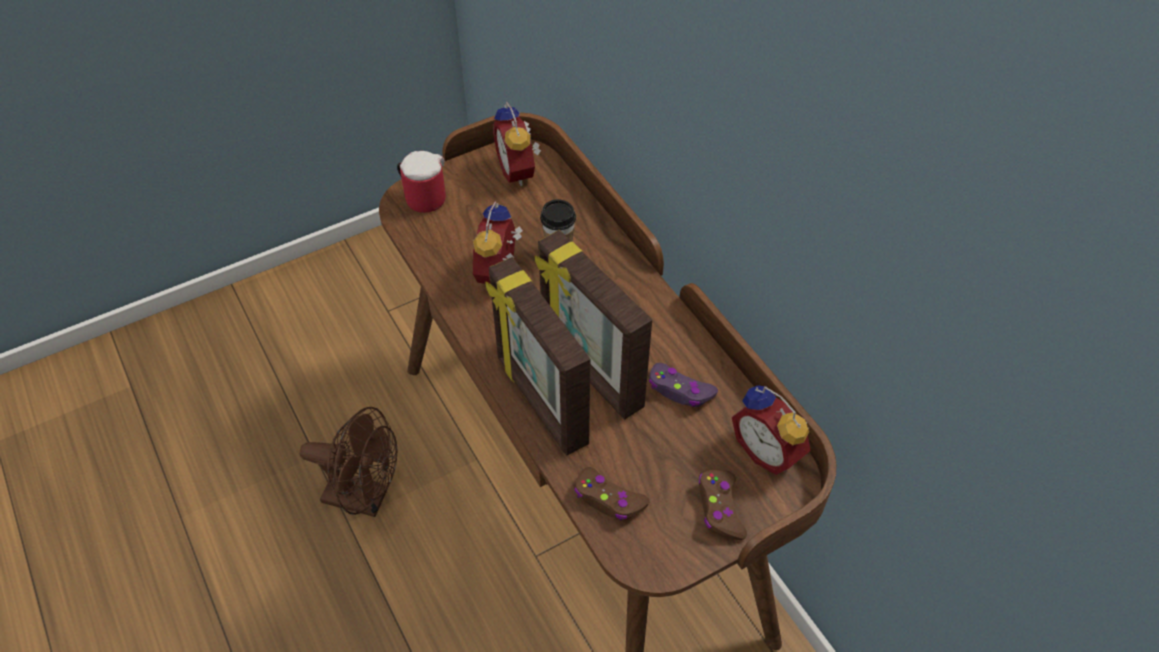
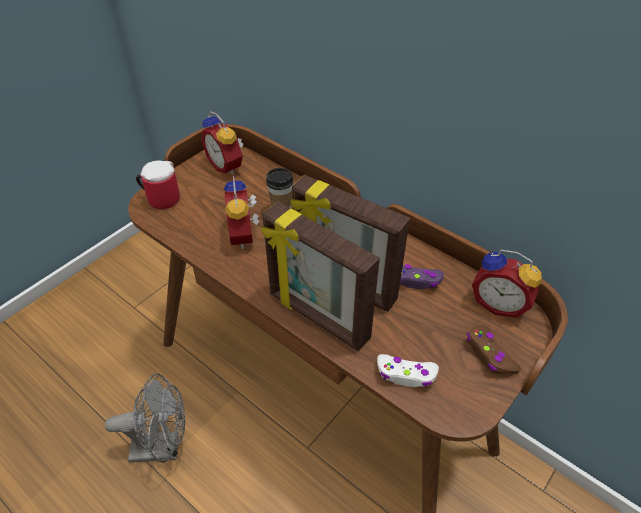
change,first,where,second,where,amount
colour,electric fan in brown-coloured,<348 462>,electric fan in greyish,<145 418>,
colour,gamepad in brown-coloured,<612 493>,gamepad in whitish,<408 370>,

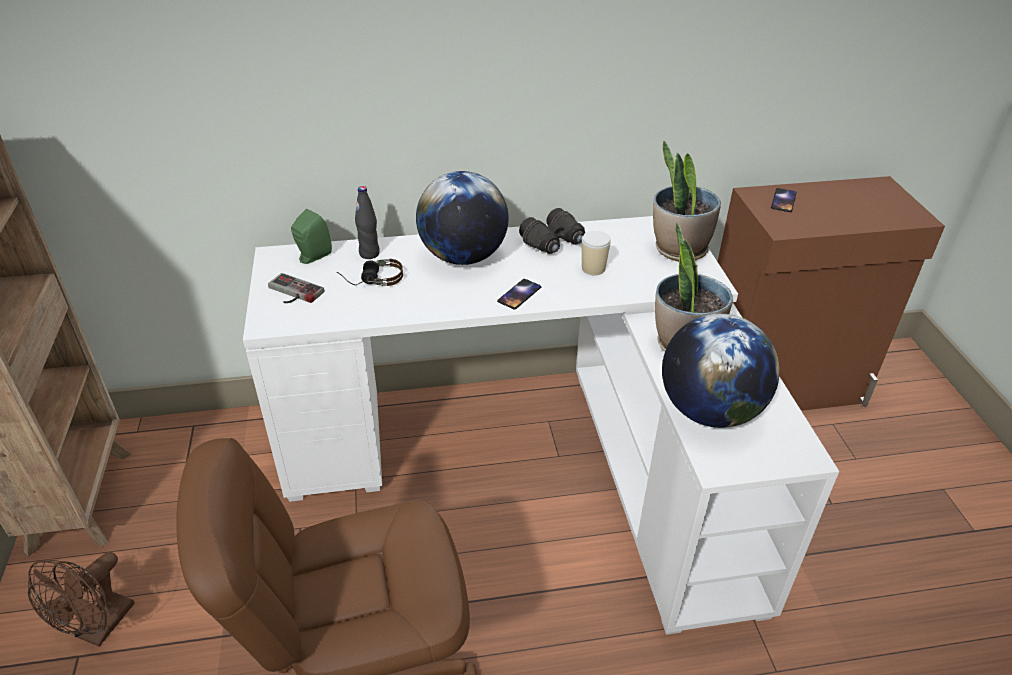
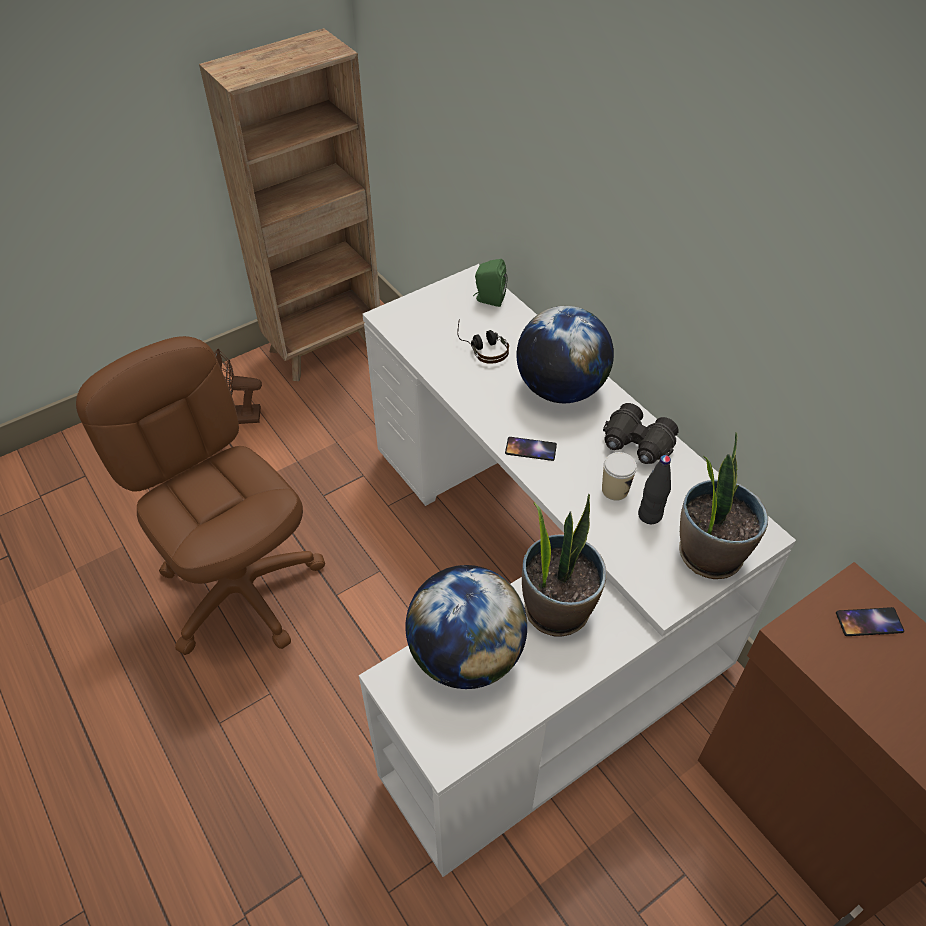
change,first,where,second,where,amount
relocated,drink bottle in black,<367 222>,,<654 489>,
missing,gamepad,<296 288>,,,

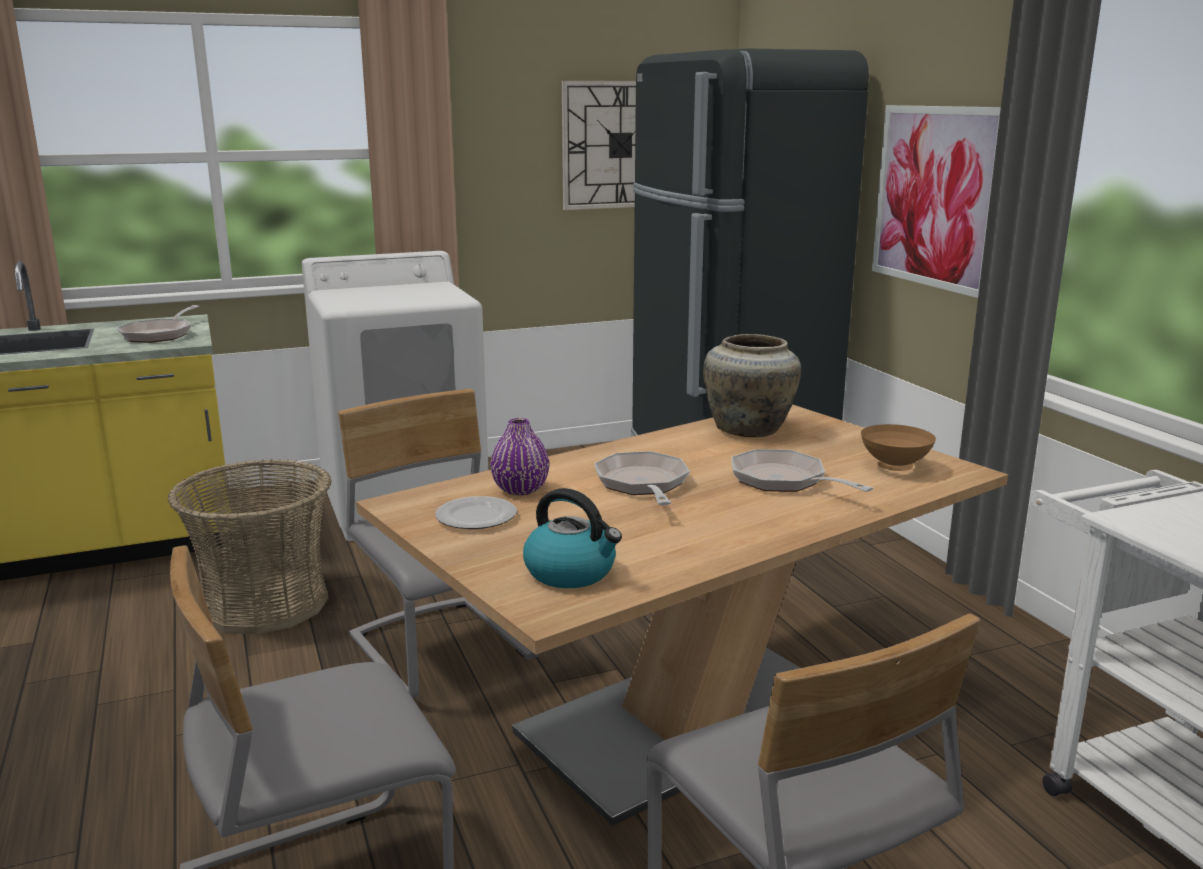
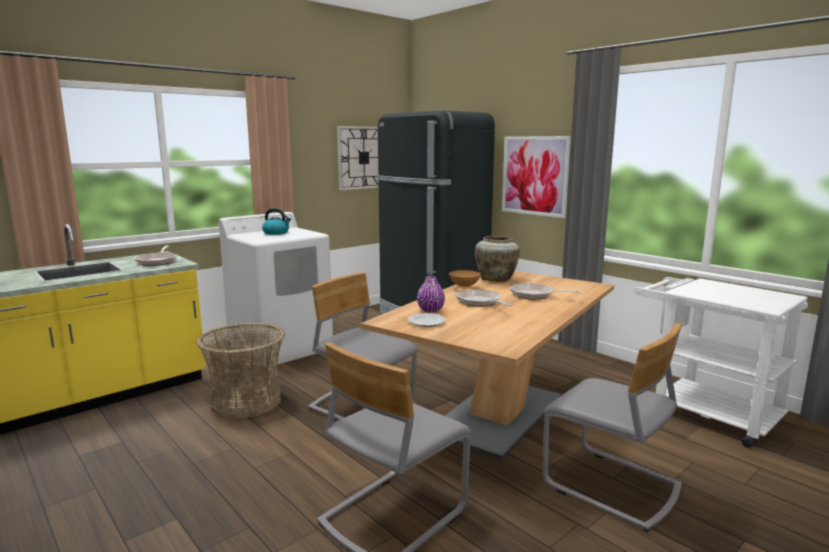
change,first,where,second,where,amount
relocated,kettle,<572 538>,,<276 221>,
relocated,deep dish in brown-coloured,<898 447>,,<465 279>,

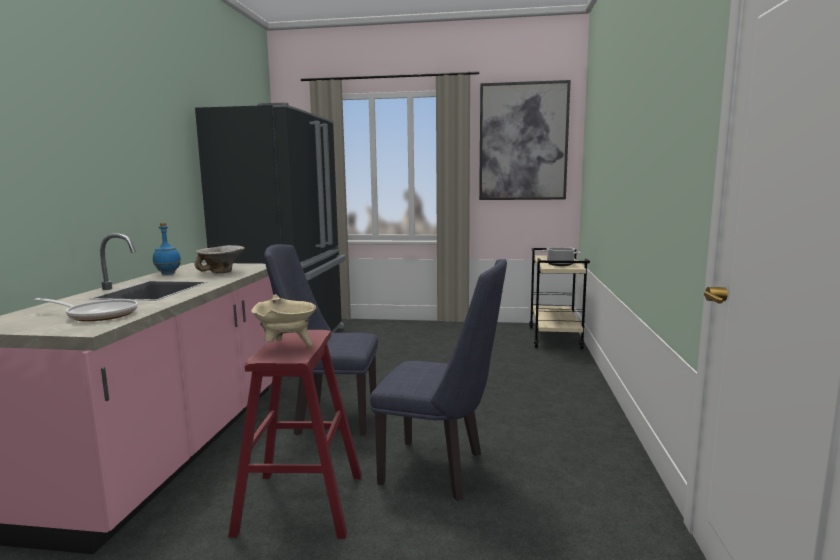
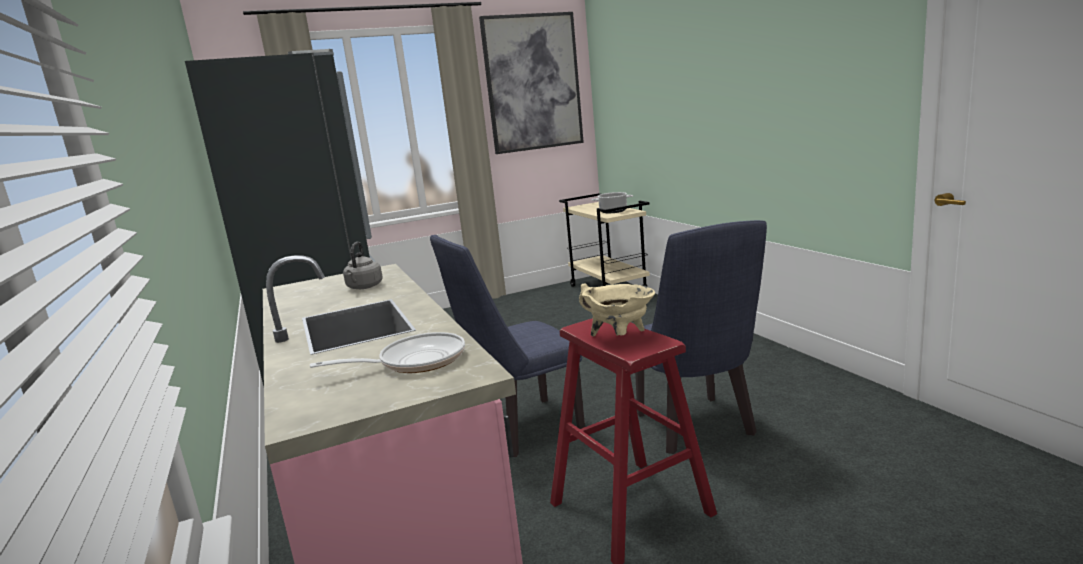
change,first,where,second,where,amount
exchanged,deep dish,<219 259>,kettle in greyish,<363 265>,
spun,chair in bluish,<438 380>,,<701 337>,90 degrees clockwise
missing,drink bottle in bluish,<167 249>,,,

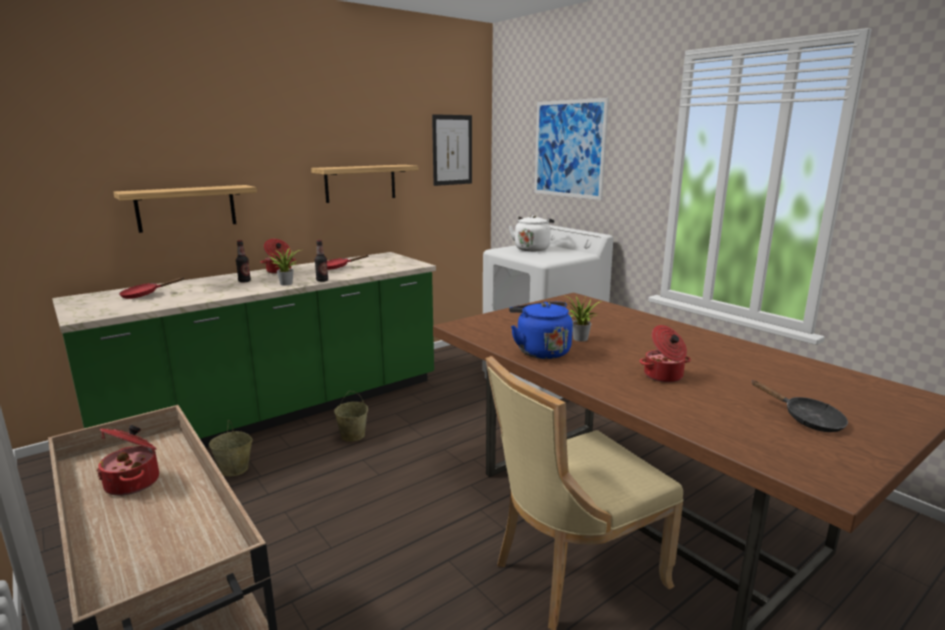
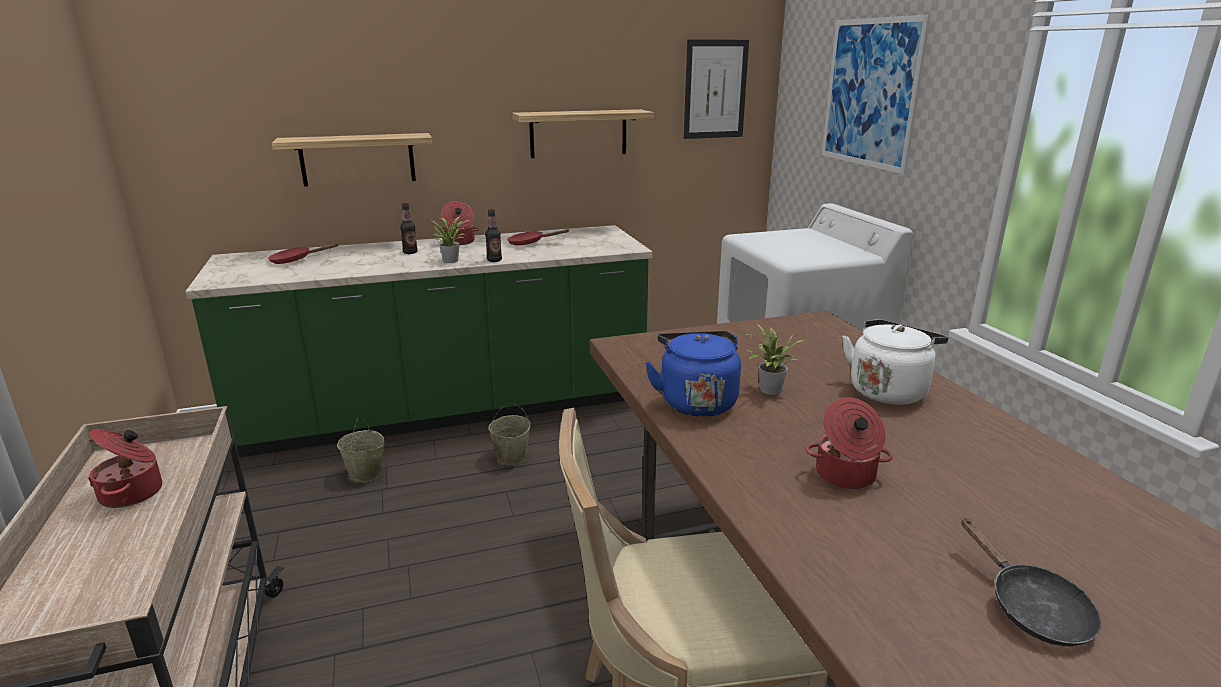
change,first,where,second,where,amount
relocated,kettle in whitish,<531 233>,,<895 362>,

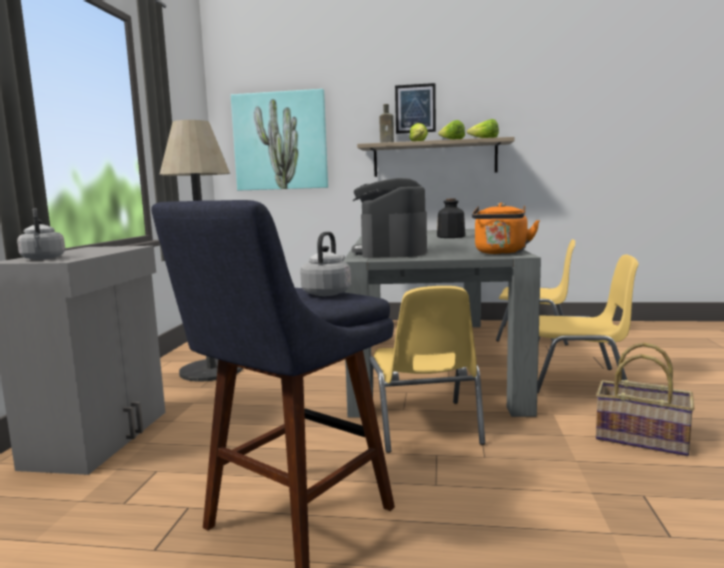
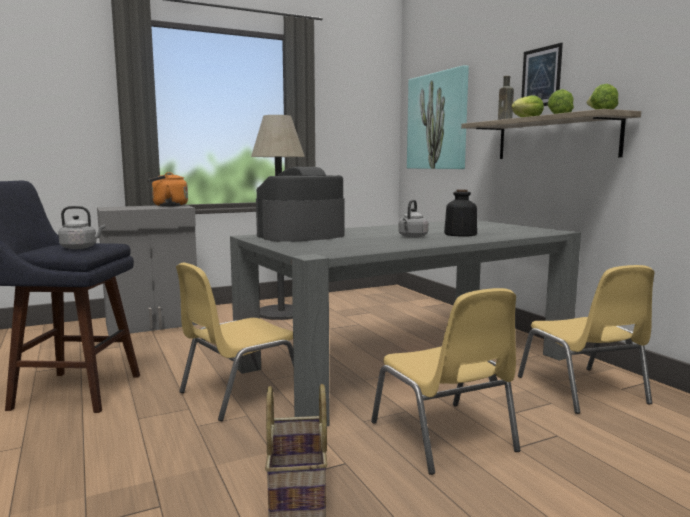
change,first,where,second,where,amount
relocated,kettle in orangey,<506 228>,,<167 189>,
relocated,kettle in greyish,<41 234>,,<413 219>,

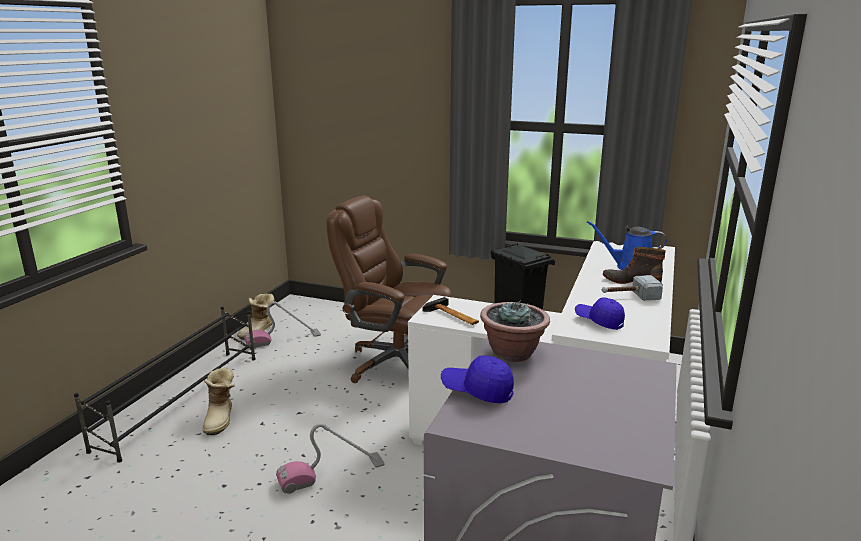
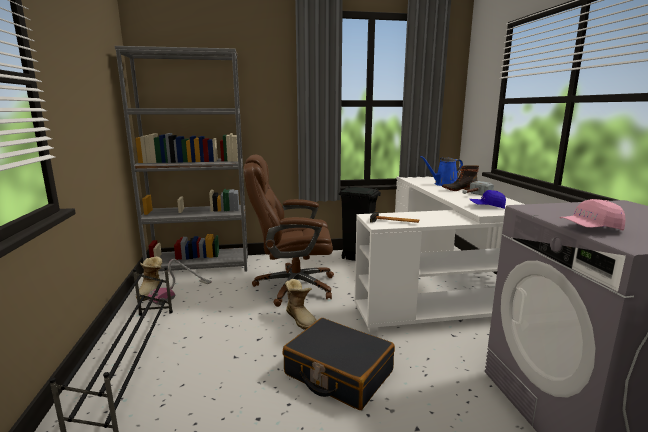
change,first,where,second,where,amount
appeared,,,shelving unit in greyish,<181 159>,
exchanged,hoover,<330 458>,travel case in black,<338 364>,
relocated,high-top boot,<218 401>,,<301 304>,
colour,baseball cap in bluish,<477 379>,baseball cap in pink,<592 214>,
missing,houseplant,<515 331>,,,

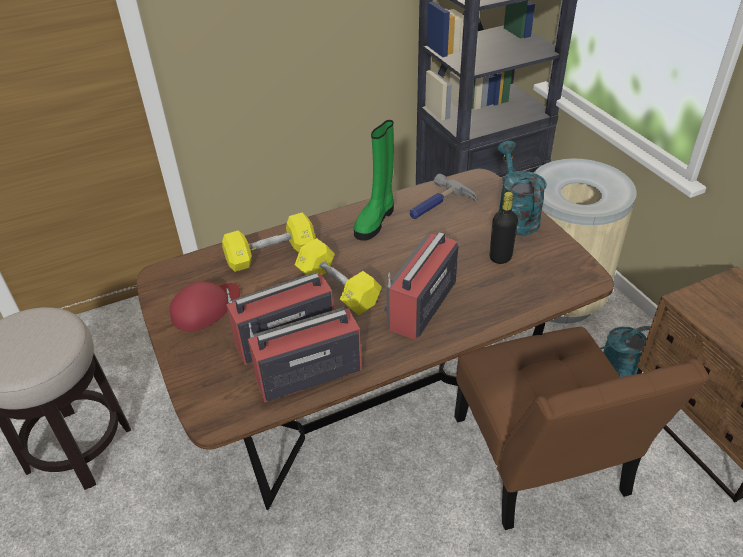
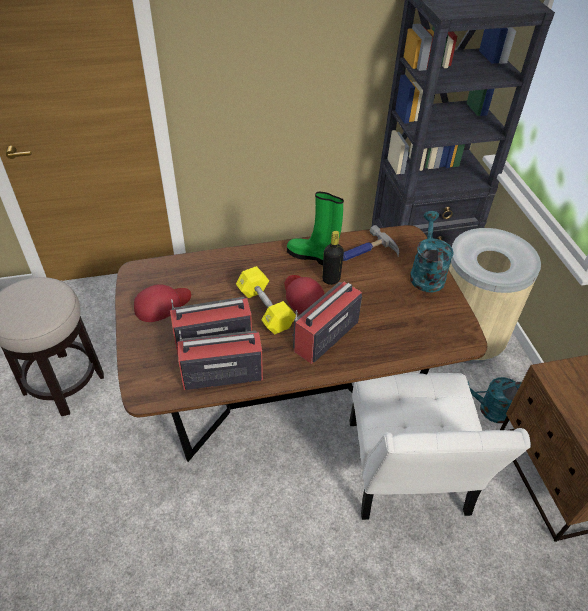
change,first,where,second,where,amount
appeared,,,baseball cap in red,<304 294>,
spun,high-top boot in greenish,<374 180>,,<315 228>,75 degrees clockwise
relocated,drink bottle in black,<504 228>,,<333 258>,
colour,chair in brown-coloured,<581 428>,chair in whitish,<440 446>,
missing,hand weight in yellow,<268 242>,,,

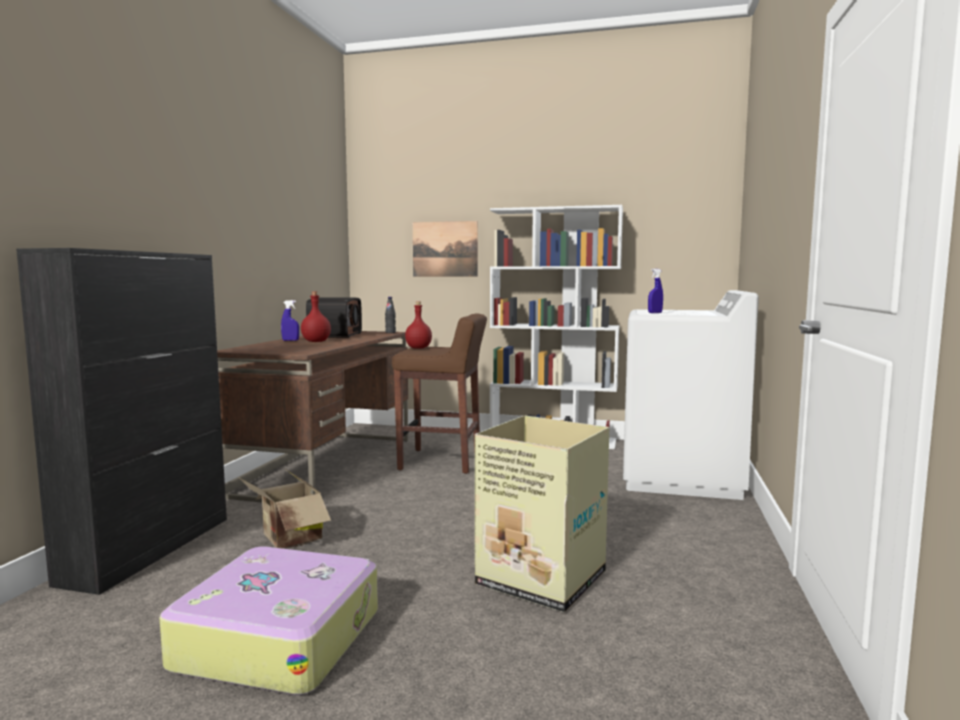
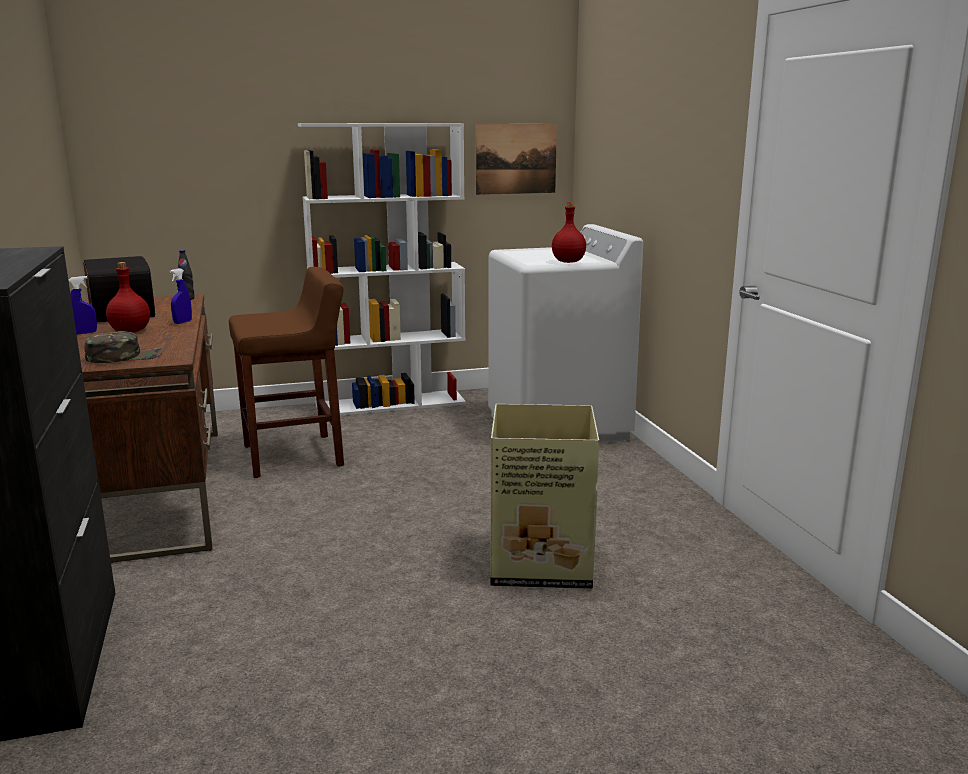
change,first,where,second,where,amount
appeared,,,baseball cap in greenish,<123 347>,
relocated,hand sprayer in bluish,<655 291>,,<181 296>,
relocated,picture,<445 249>,,<516 159>,
relocated,drink bottle in red,<418 325>,,<569 232>,
missing,travel case,<269 620>,,,
missing,cardboard box,<285 509>,,,

